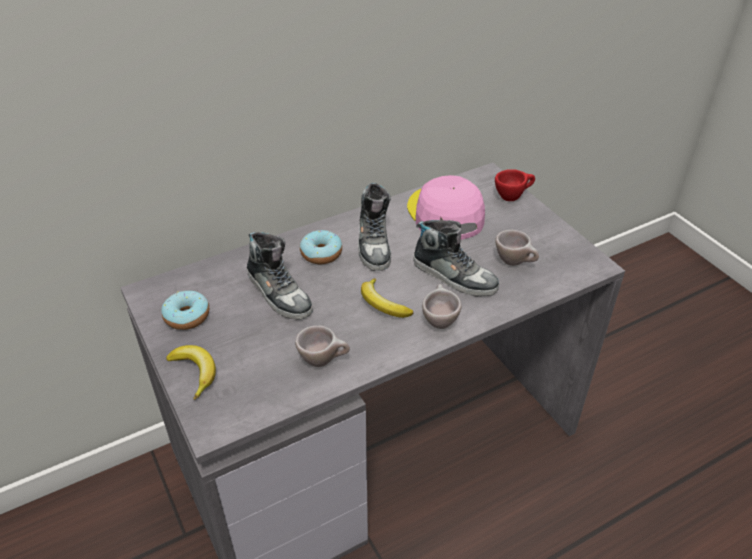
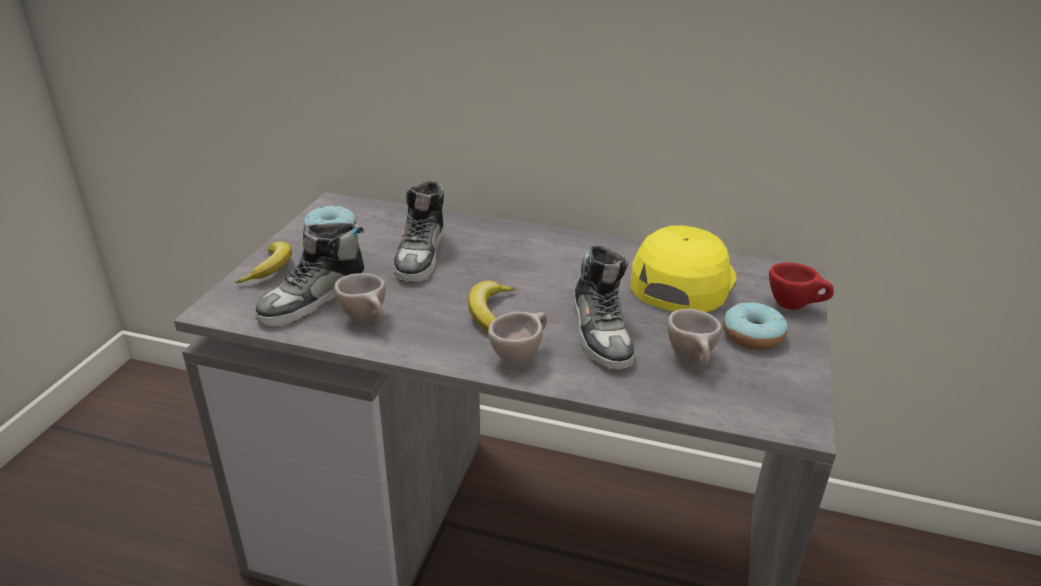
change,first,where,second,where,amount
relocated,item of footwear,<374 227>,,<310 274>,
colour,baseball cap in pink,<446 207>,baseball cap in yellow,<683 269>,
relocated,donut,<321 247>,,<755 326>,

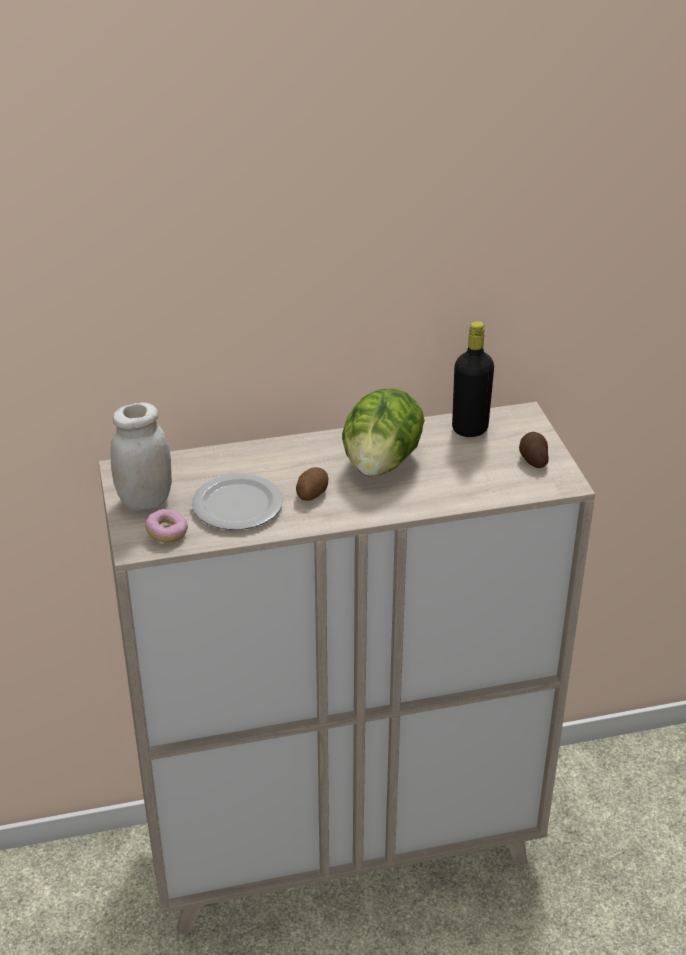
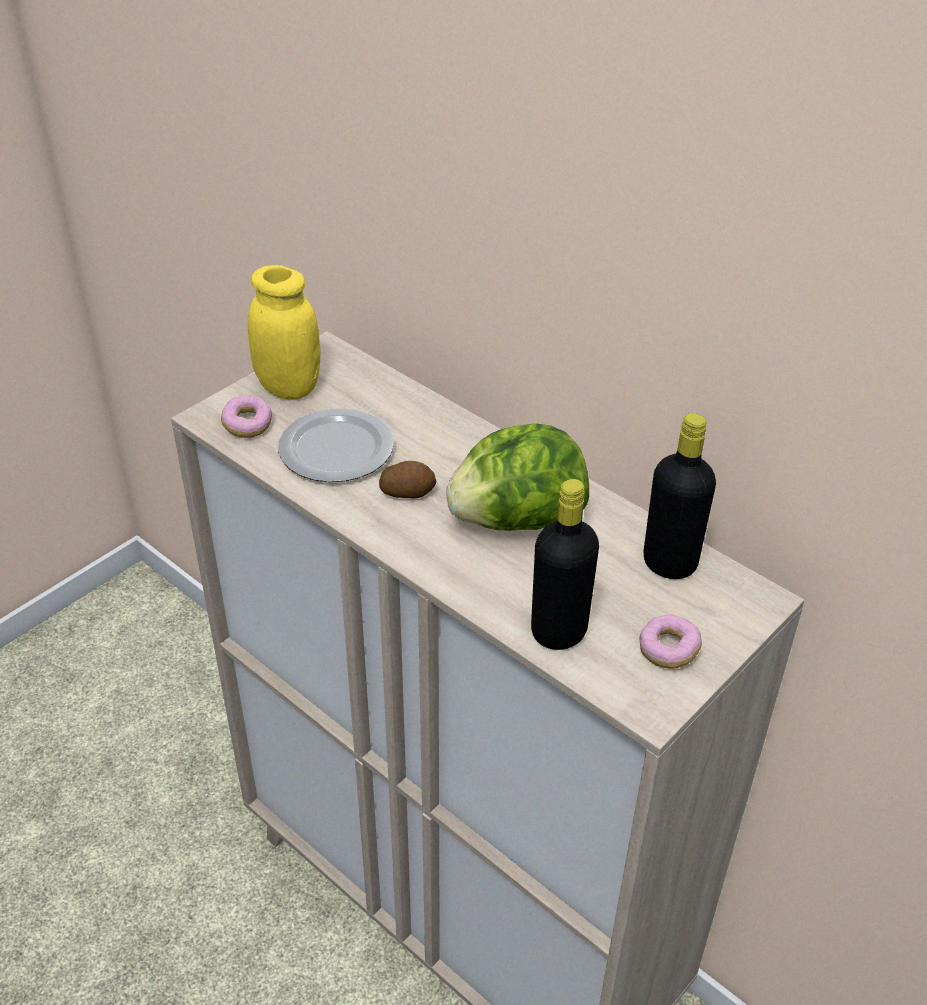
change,first,where,second,where,amount
colour,jar in whitish,<141 456>,jar in yellow,<284 332>,
appeared,,,drink bottle in black,<565 564>,
exchanged,spud,<533 450>,donut,<670 641>,

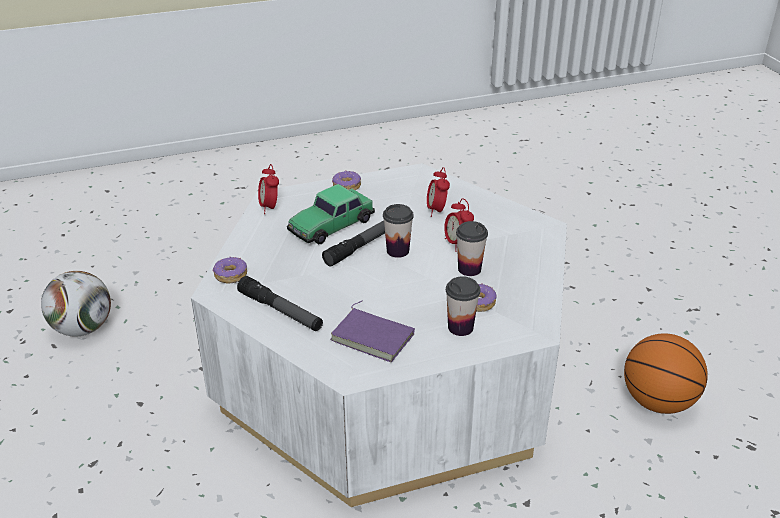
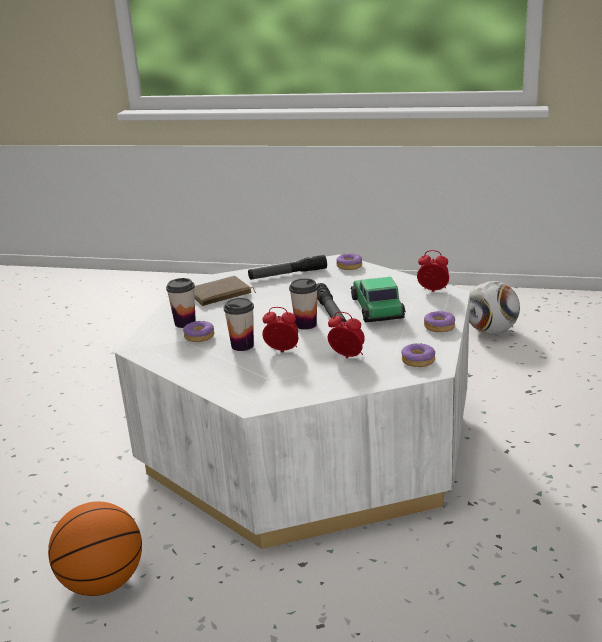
change,first,where,second,where,amount
colour,volume in purple-coloured,<372 331>,volume in brown-coloured,<225 291>,
appeared,,,donut,<418 355>,

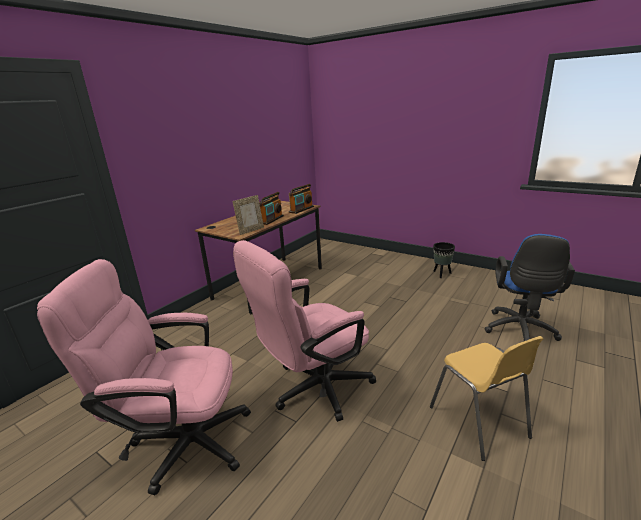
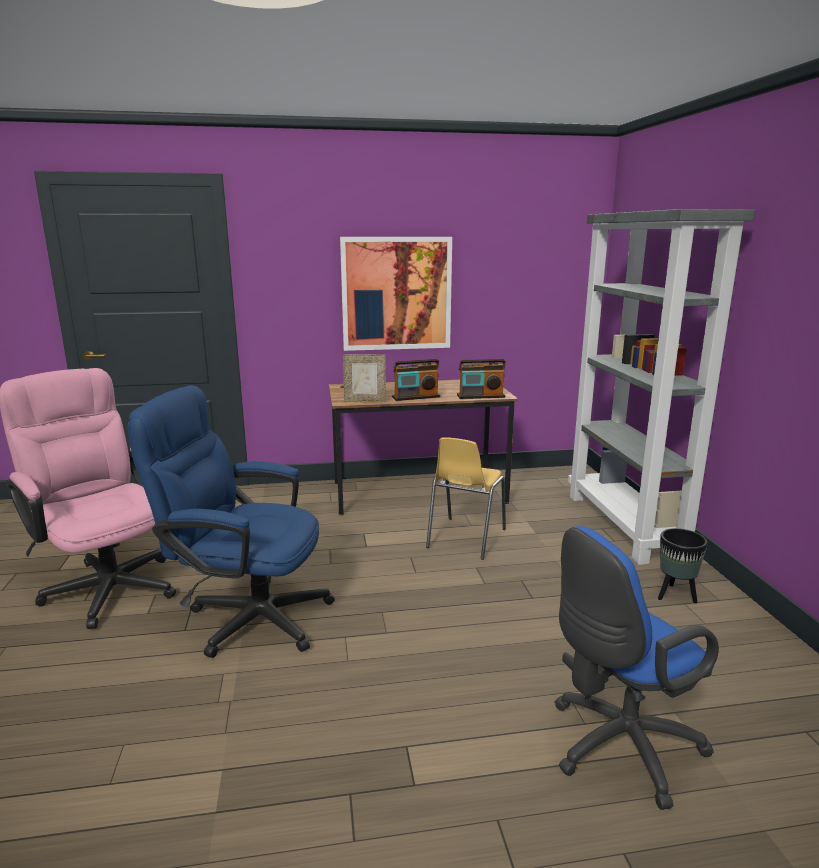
change,first,where,second,where,amount
colour,computer chair in pink,<304 331>,computer chair in bluish,<231 521>,
appeared,,,picture,<396 294>,
relocated,chair in yellow,<487 398>,,<466 498>,
appeared,,,shelving unit in greyish,<661 387>,

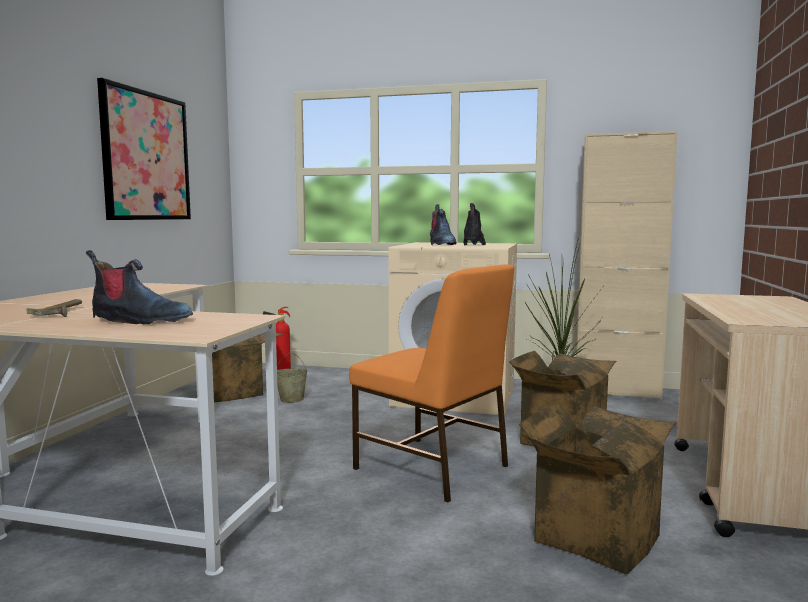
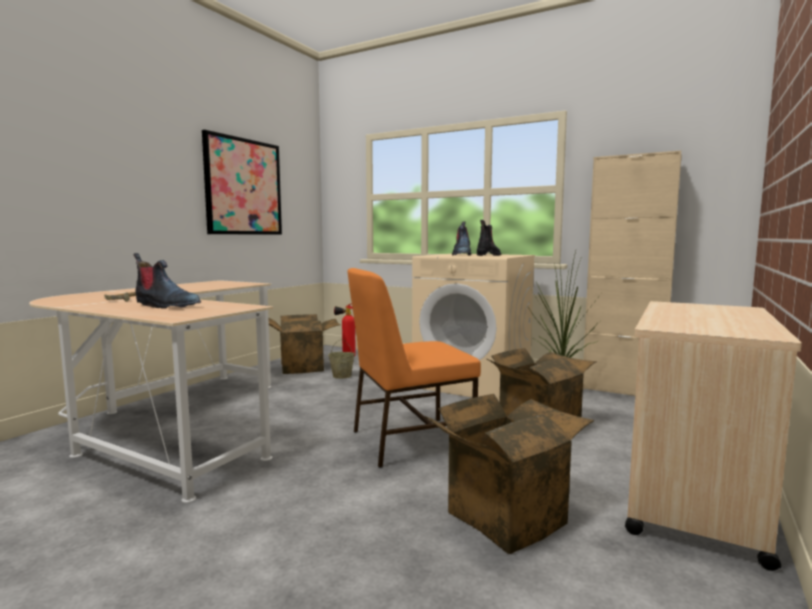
change,first,where,second,where,amount
spun,chair in orangey,<431 383>,,<414 368>,105 degrees clockwise

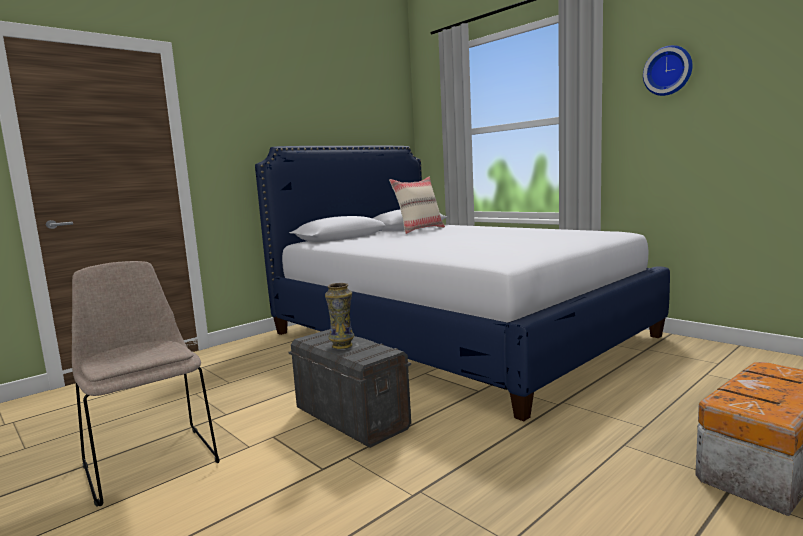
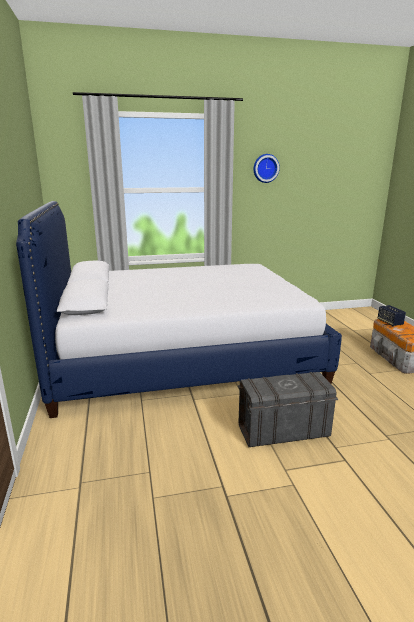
change,first,where,second,where,amount
appeared,,,loudspeaker,<392 315>,
missing,chair in beige,<146 384>,,,
missing,vase,<339 316>,,,
missing,pillow in beige,<417 205>,,,

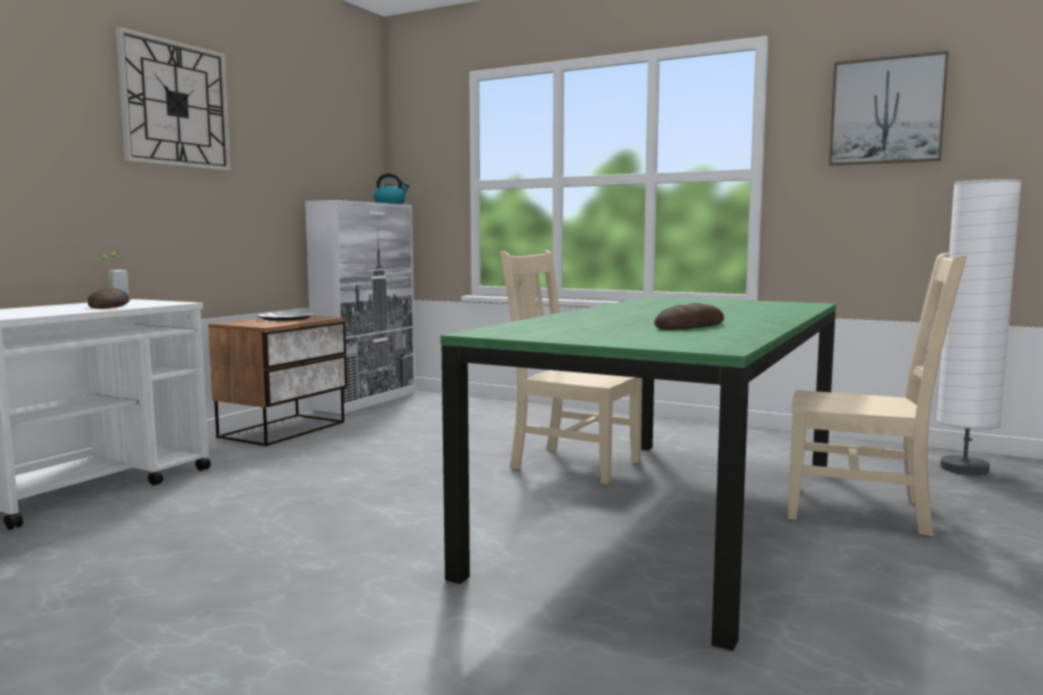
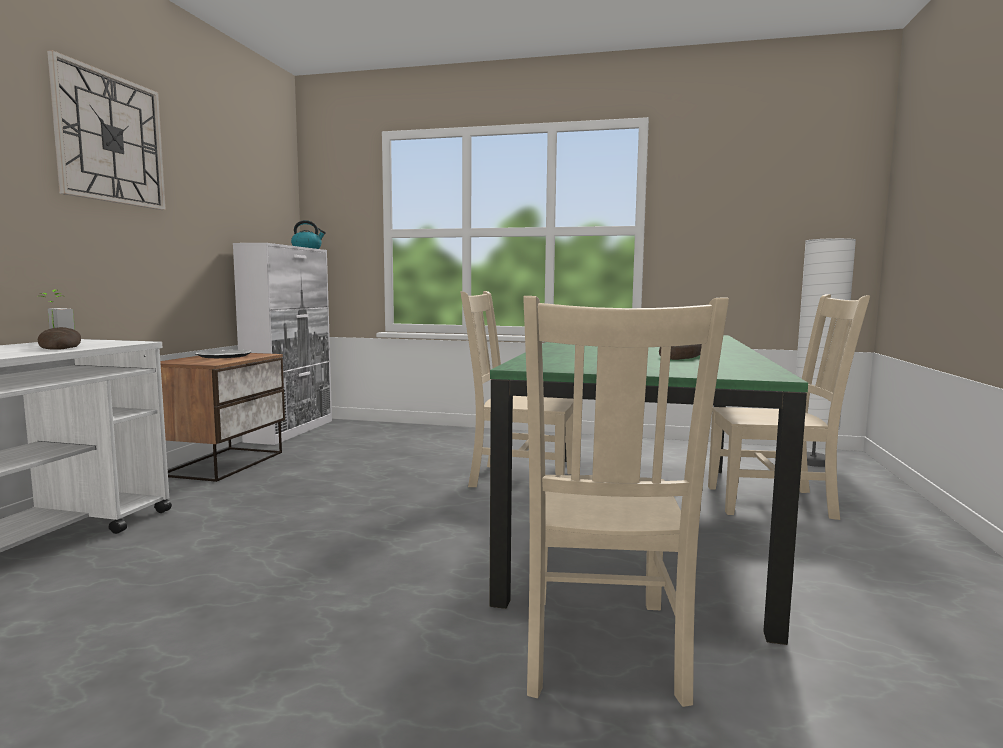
change,first,where,second,where,amount
appeared,,,chair in beige,<626 501>,
missing,picture,<889 108>,,,

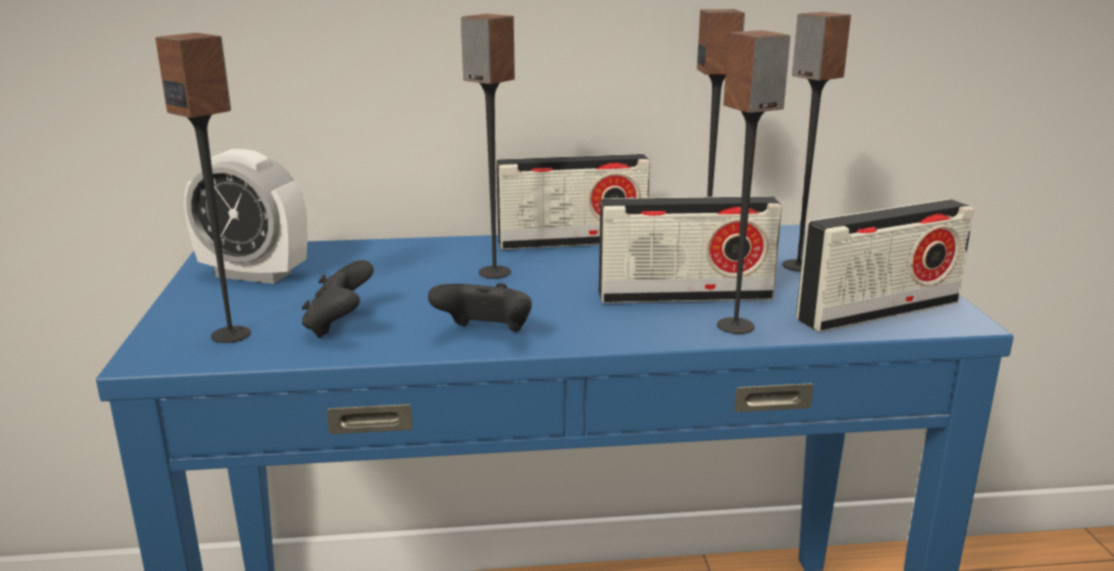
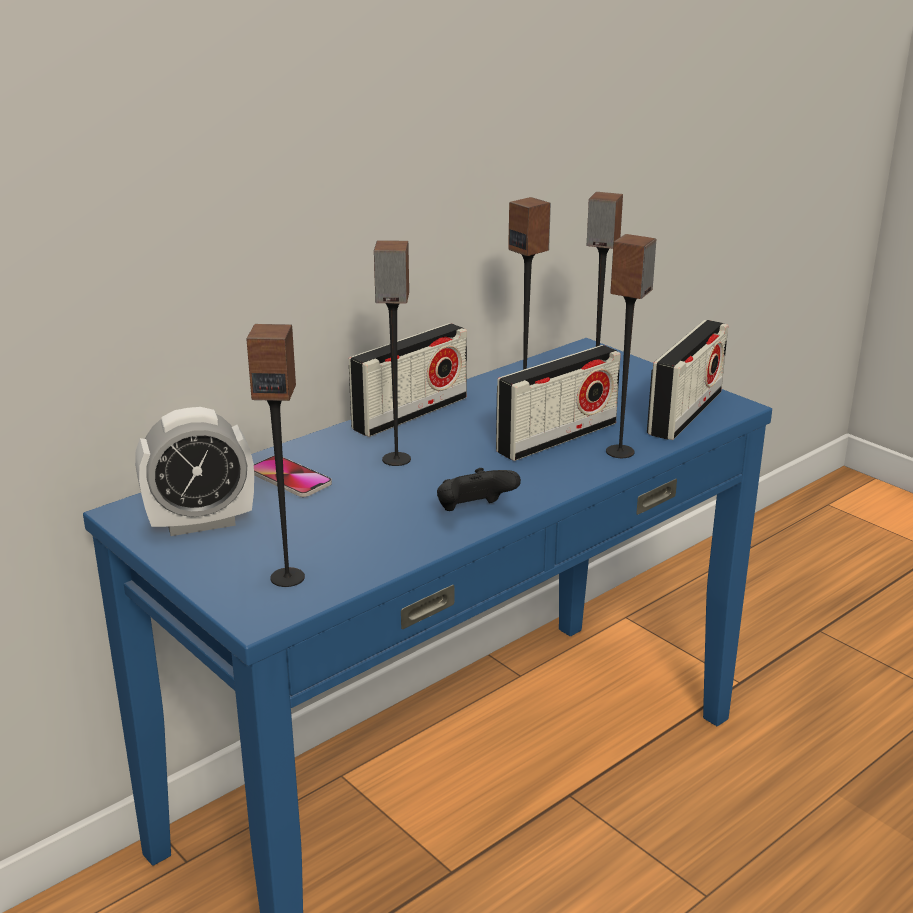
change,first,where,second,where,amount
appeared,,,handset,<293 476>,
missing,gamepad in black,<338 299>,,,

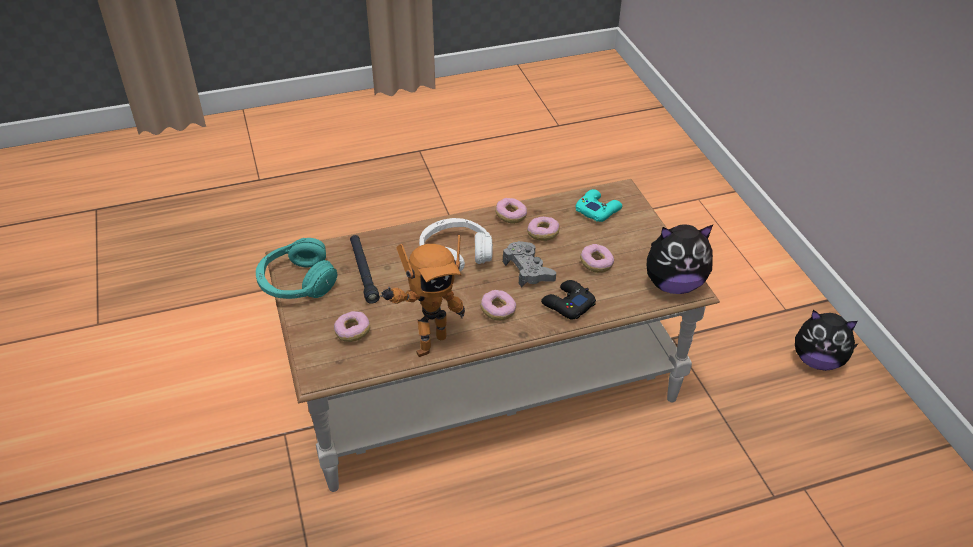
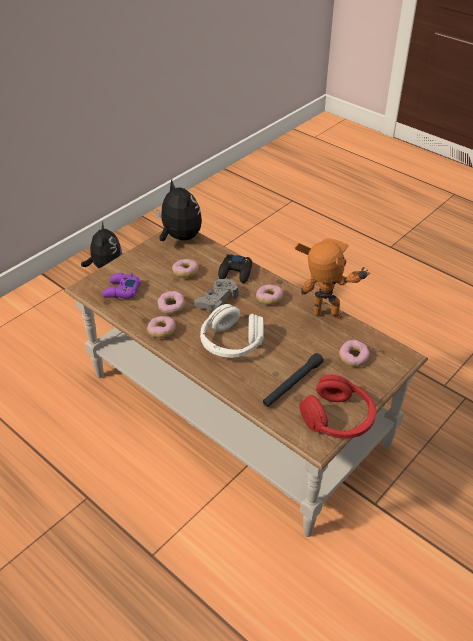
change,first,where,second,where,amount
colour,gamepad in turquoise-coloured,<599 205>,gamepad in purple-coloured,<121 286>,
colour,headphones in turquoise-coloured,<296 268>,headphones in red,<337 406>,

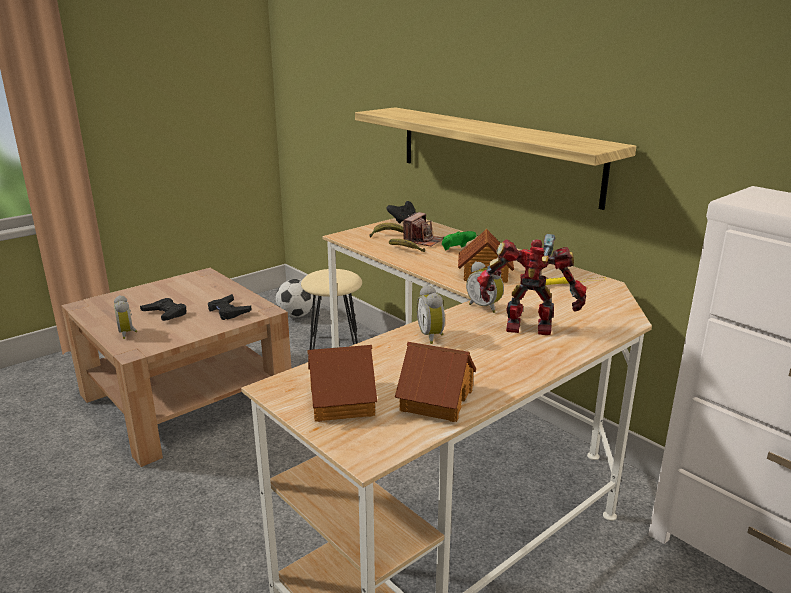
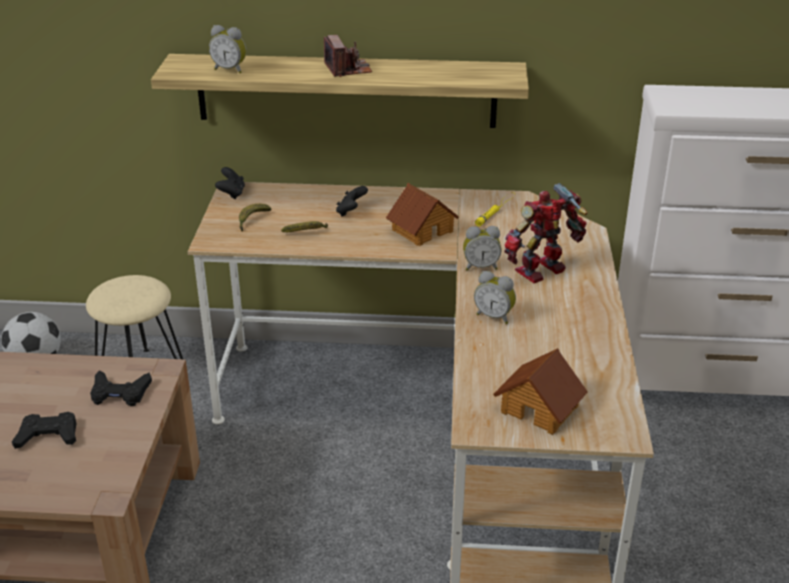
change,first,where,second,where,amount
relocated,bedside clock,<125 317>,,<227 49>,
relocated,still camera,<423 229>,,<348 56>,
colour,gamepad in greenish,<459 240>,gamepad in black,<352 201>,
missing,toy house,<435 382>,,,

